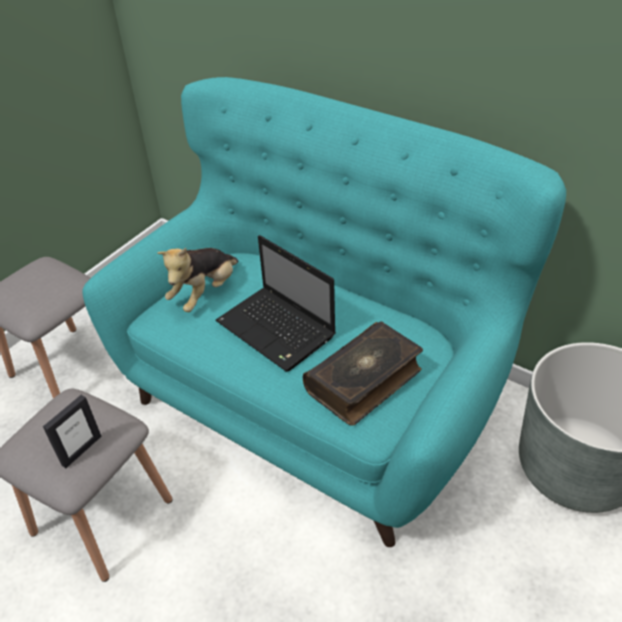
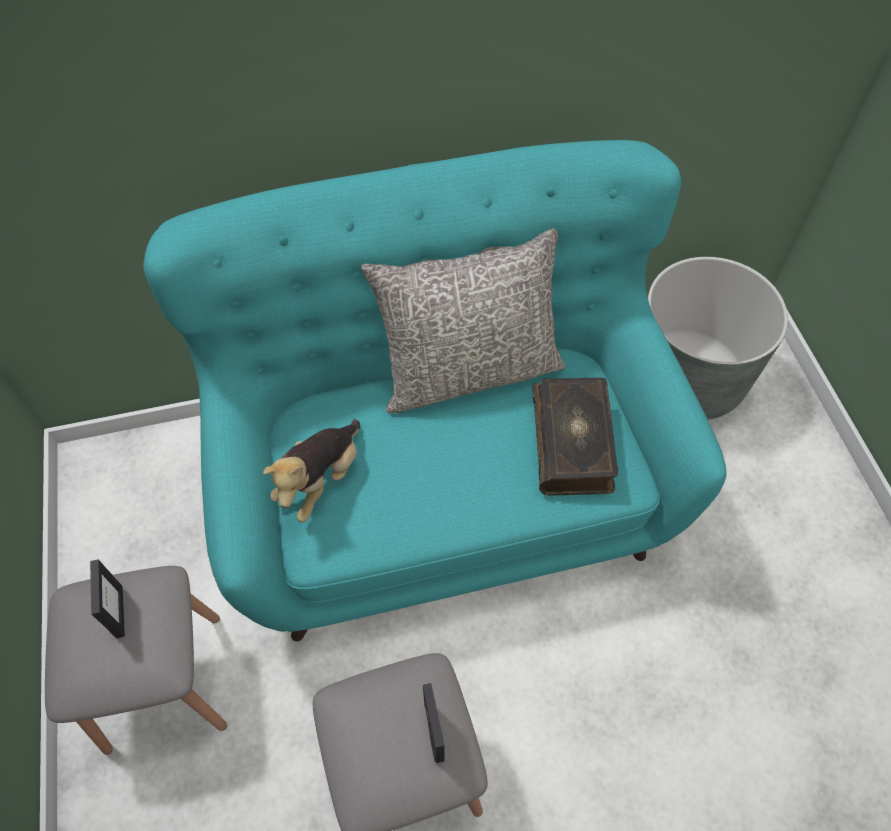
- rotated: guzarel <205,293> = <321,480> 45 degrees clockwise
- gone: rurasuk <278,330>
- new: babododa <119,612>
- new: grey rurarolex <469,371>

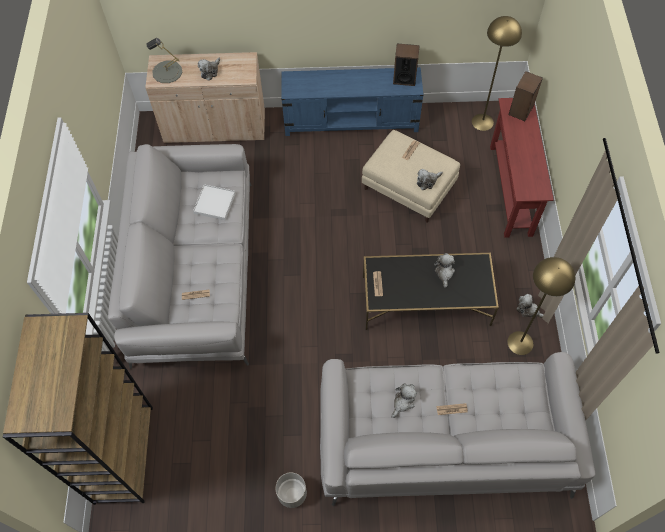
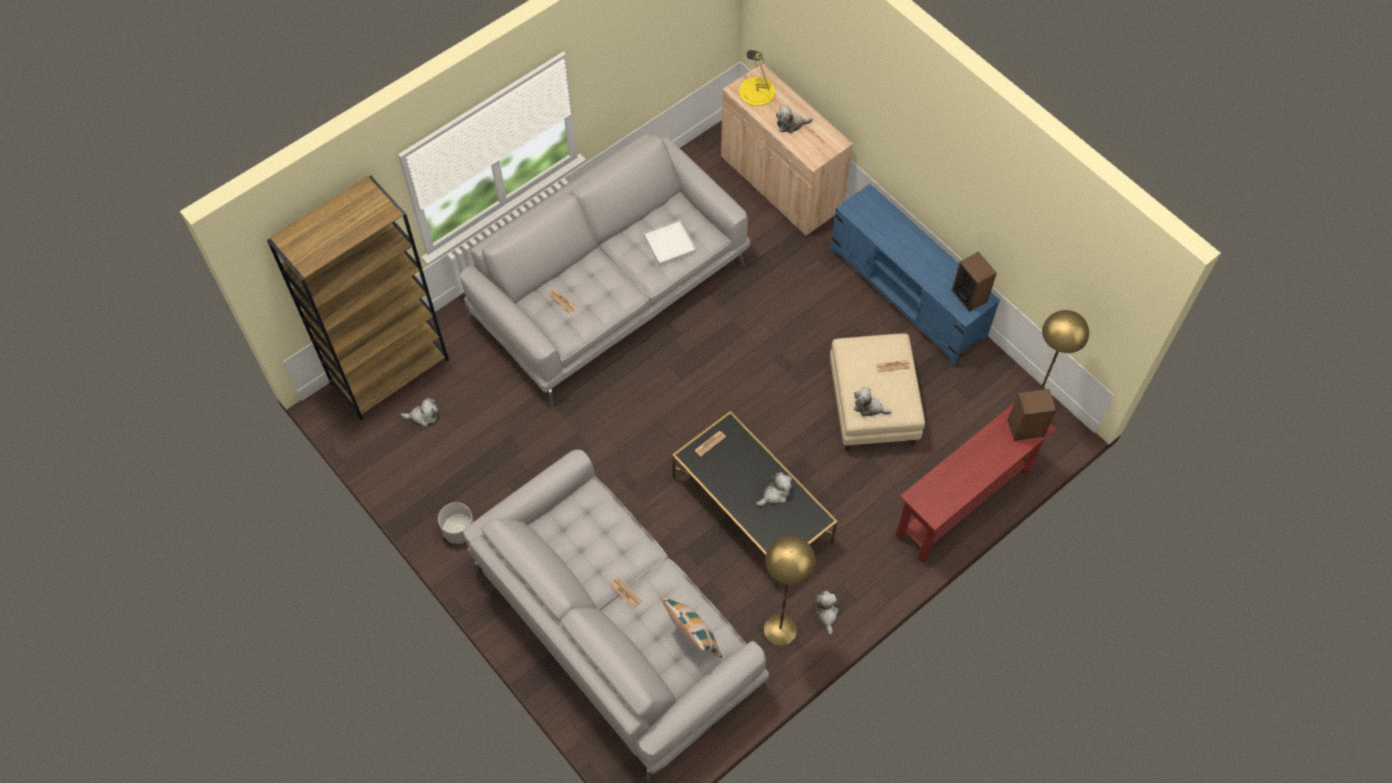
- repainted: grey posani <167,72> to yellow posani <756,92>
- shifted: guzarel <403,402> to <423,416>
- new: rurarolex <692,638>

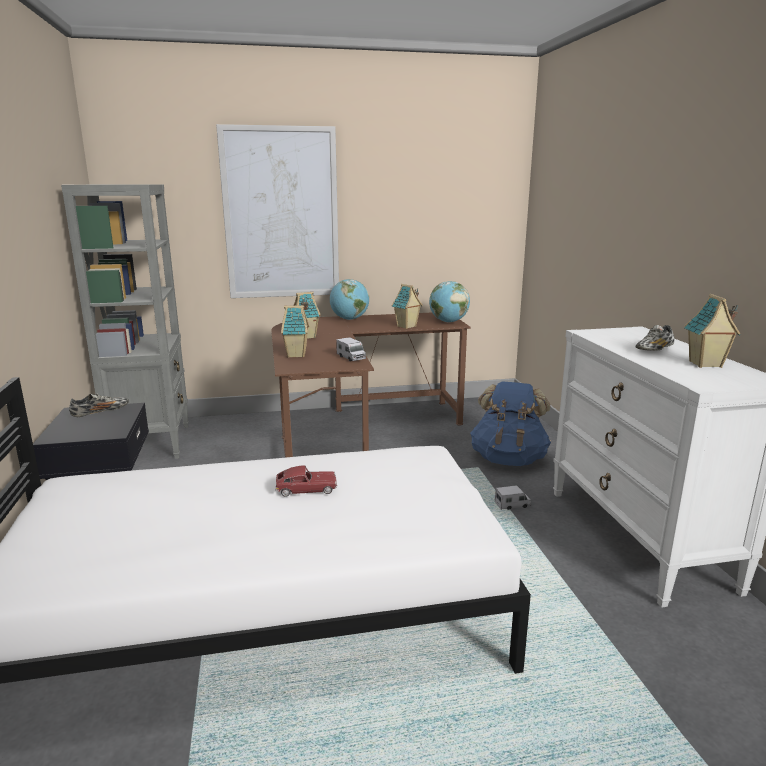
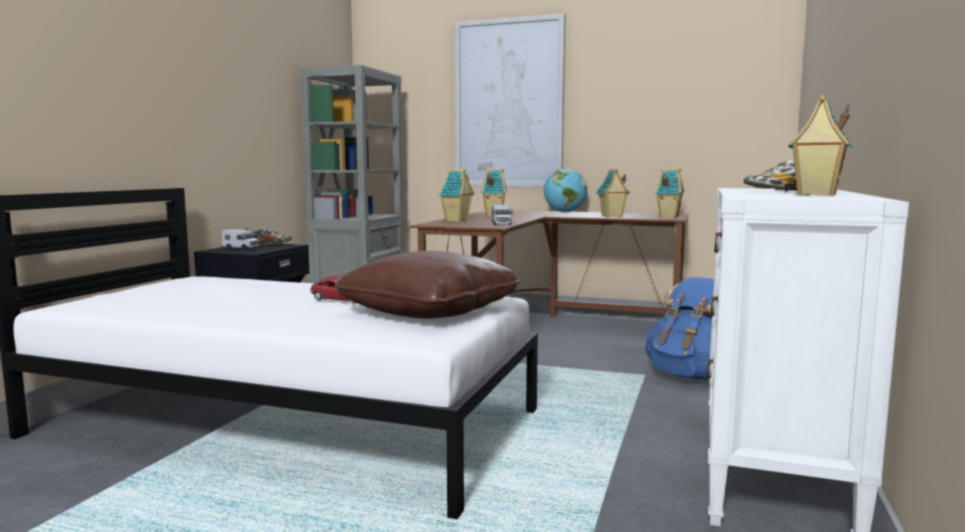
- swapped: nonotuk <448,322> to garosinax <668,217>
- shifted: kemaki <512,505> to <241,248>
- new: brown rurarolex <430,312>

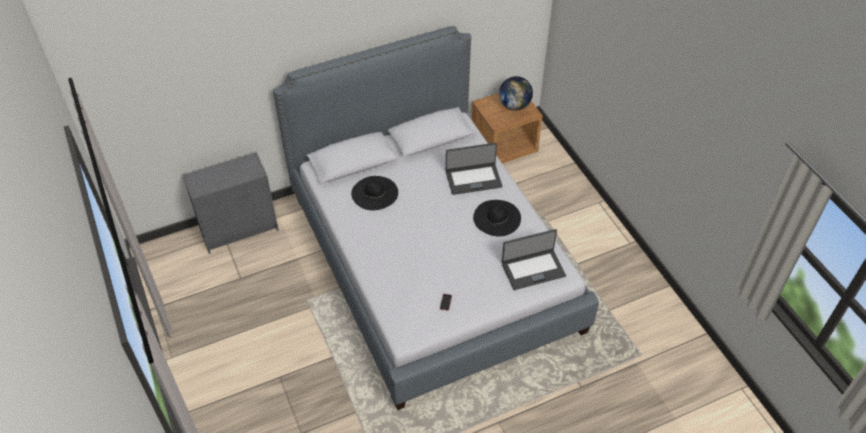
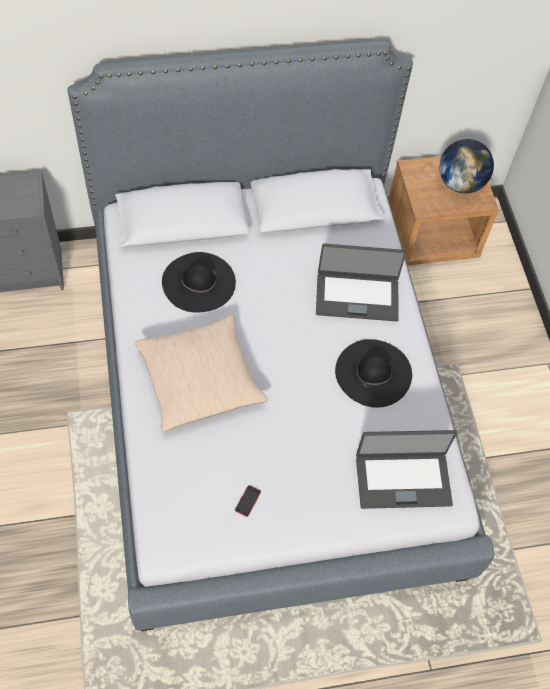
- new: beige rurarolex <200,379>

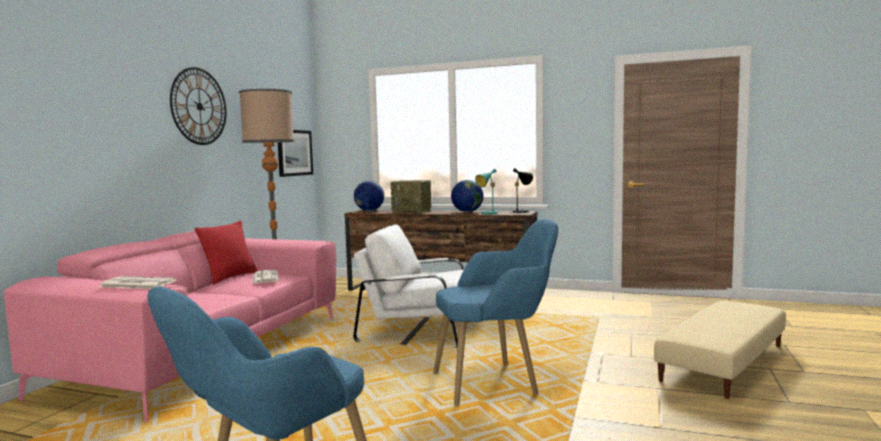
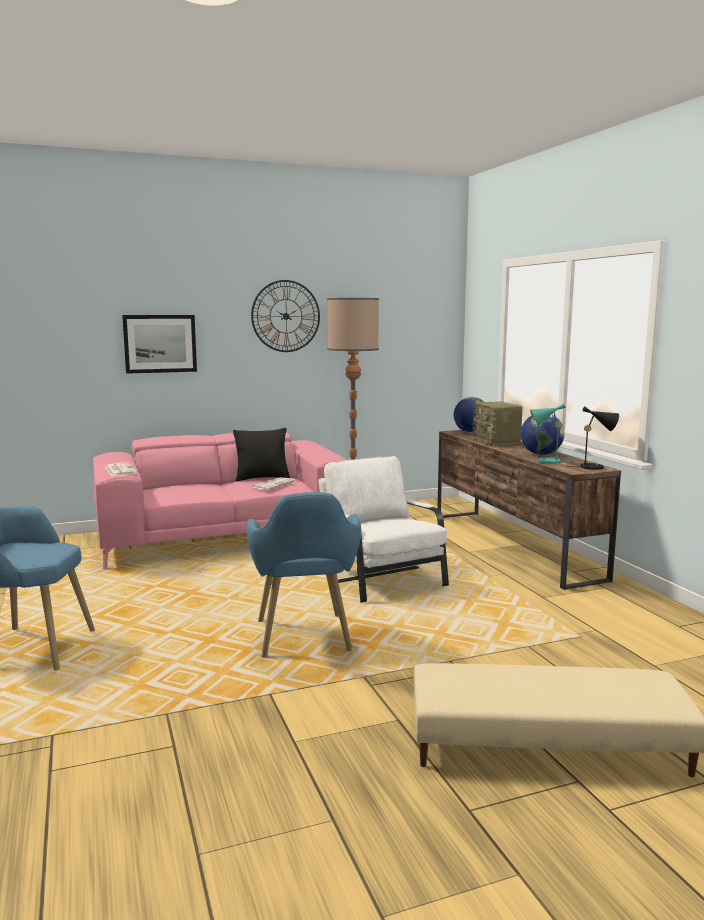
- repainted: red rurarolex <230,277> to black rurarolex <262,478>
- shifted: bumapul <294,153> to <160,343>
- rotated: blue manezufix <497,382> = <304,643> 45 degrees clockwise

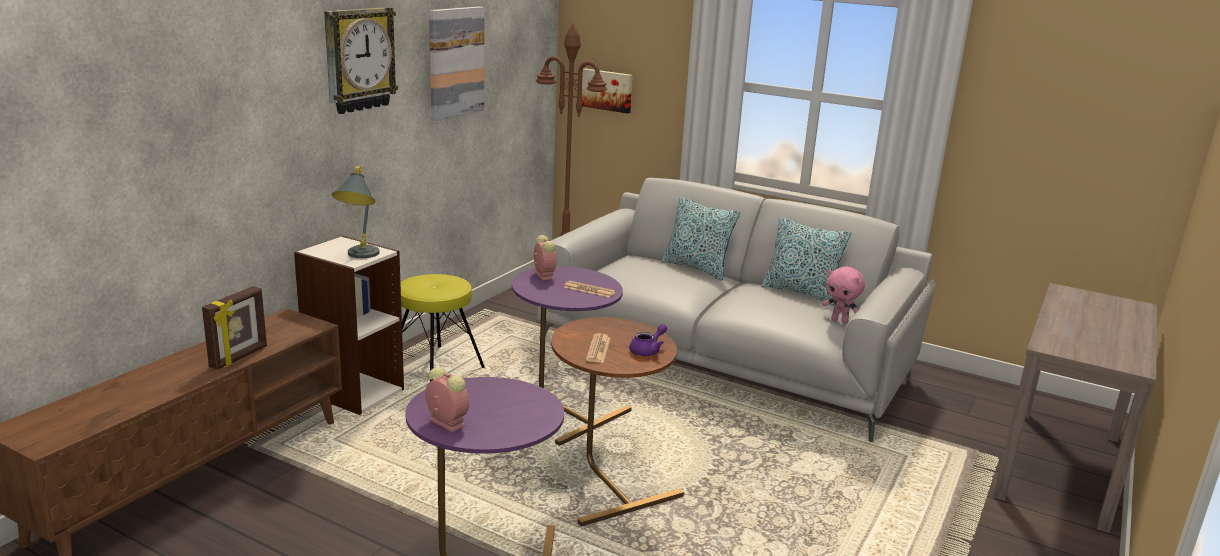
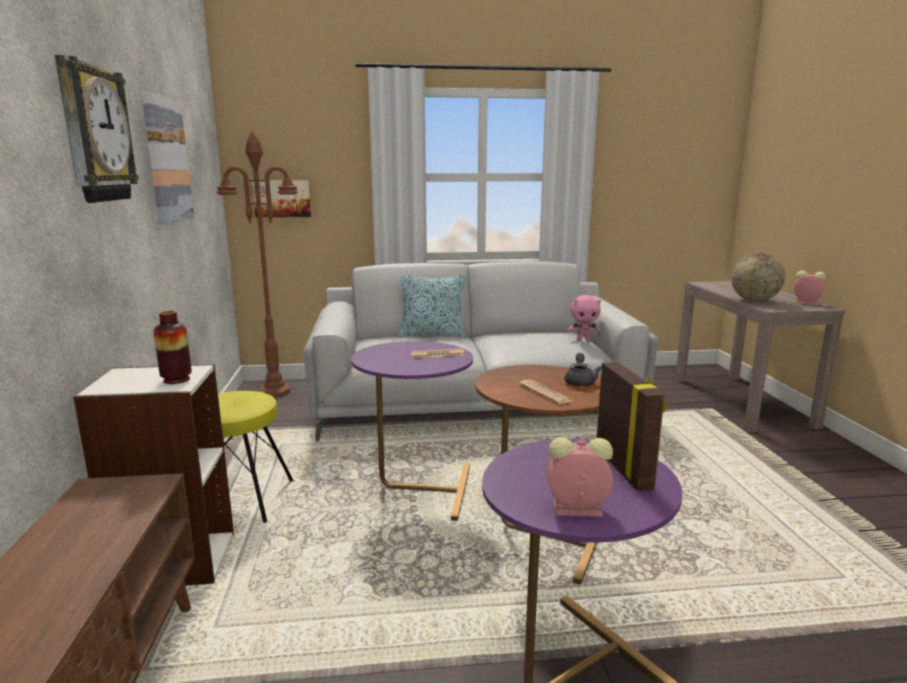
- shifted: babododa <239,357> to <624,468>
- swapped: grey posani <359,257> to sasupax <176,380>
- shifted: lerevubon <543,275> to <805,303>
- repainted: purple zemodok <648,351> to grey zemodok <580,381>
- gone: rurarolex <801,292>
- new: nonotuk <754,300>

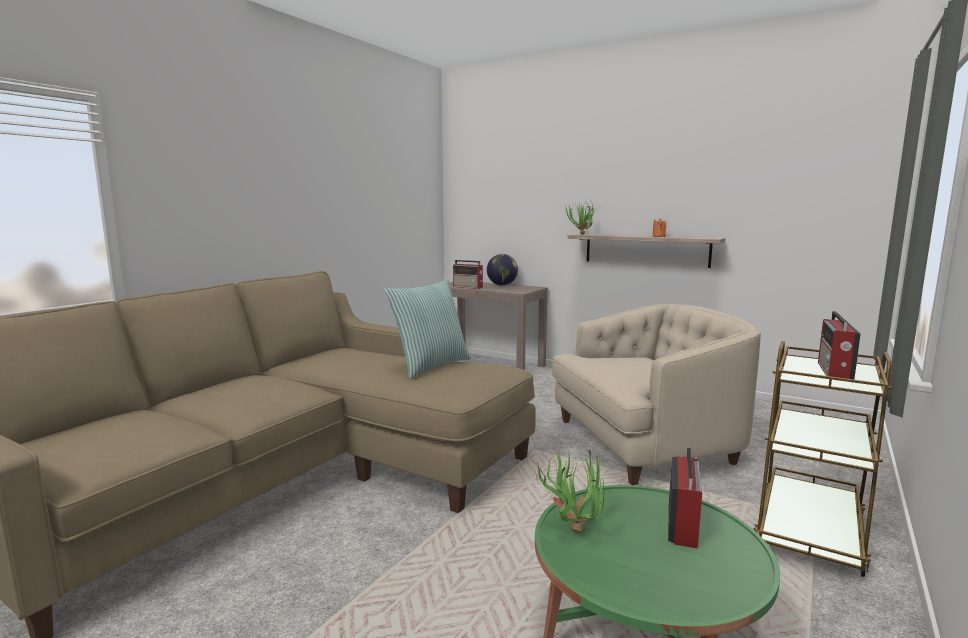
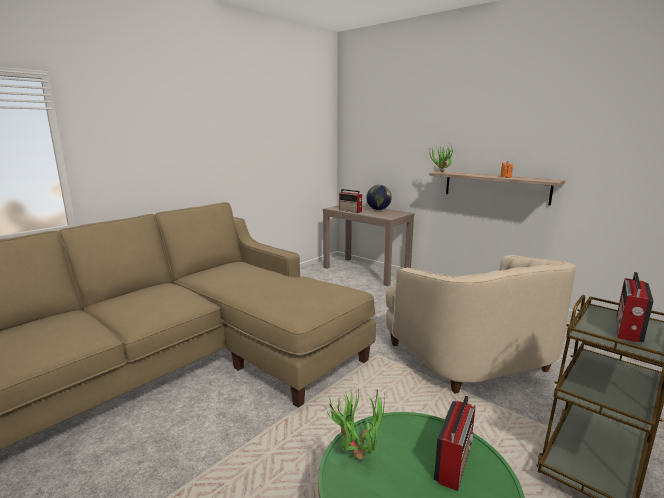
- gone: rurarolex <430,366>
- rotated: beige manezufix <644,443> = <469,355> 75 degrees clockwise

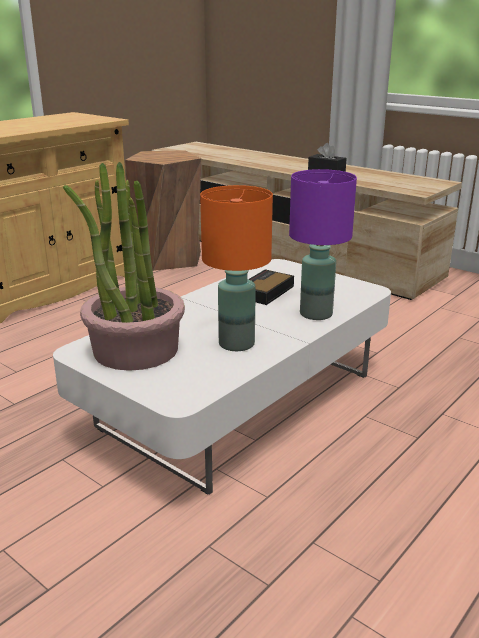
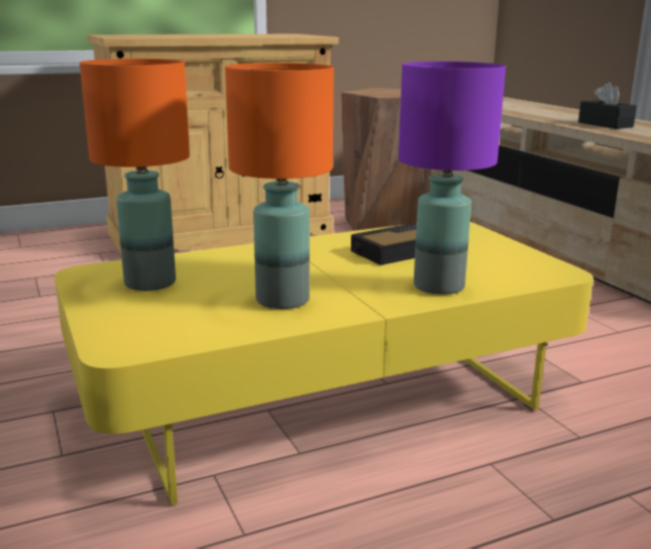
- repainted: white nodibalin <239,400> to yellow nodibalin <324,397>
- swapped: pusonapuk <135,350> to orange posani <150,283>

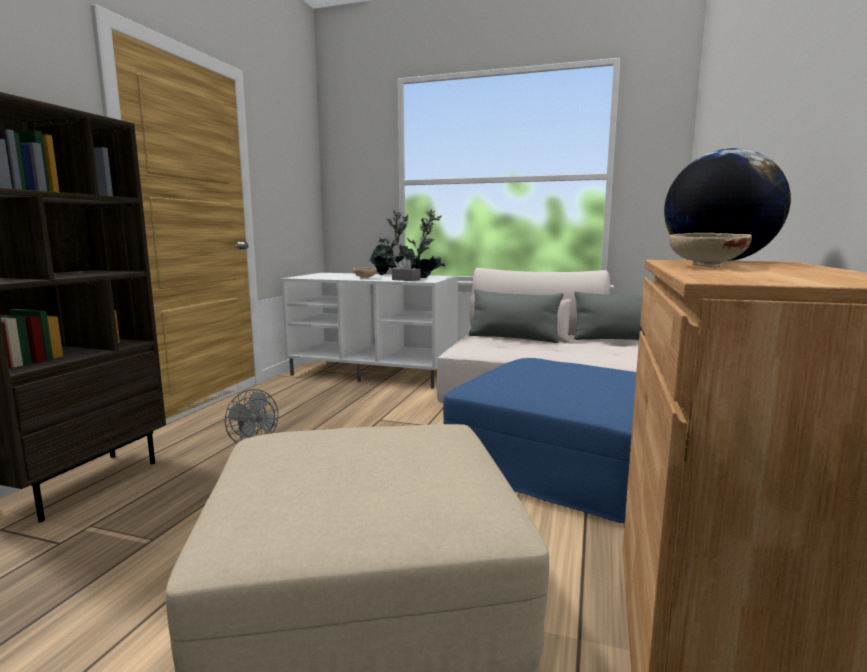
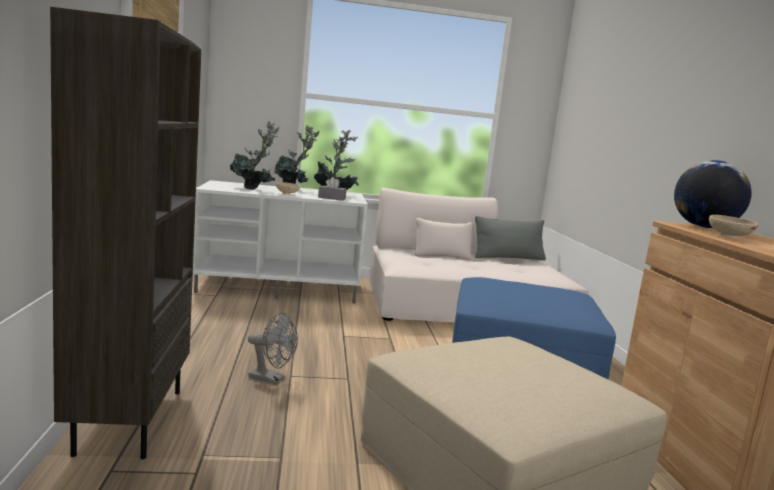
- gone: grey rurarolex <513,338>
- new: pusonapuk <254,189>

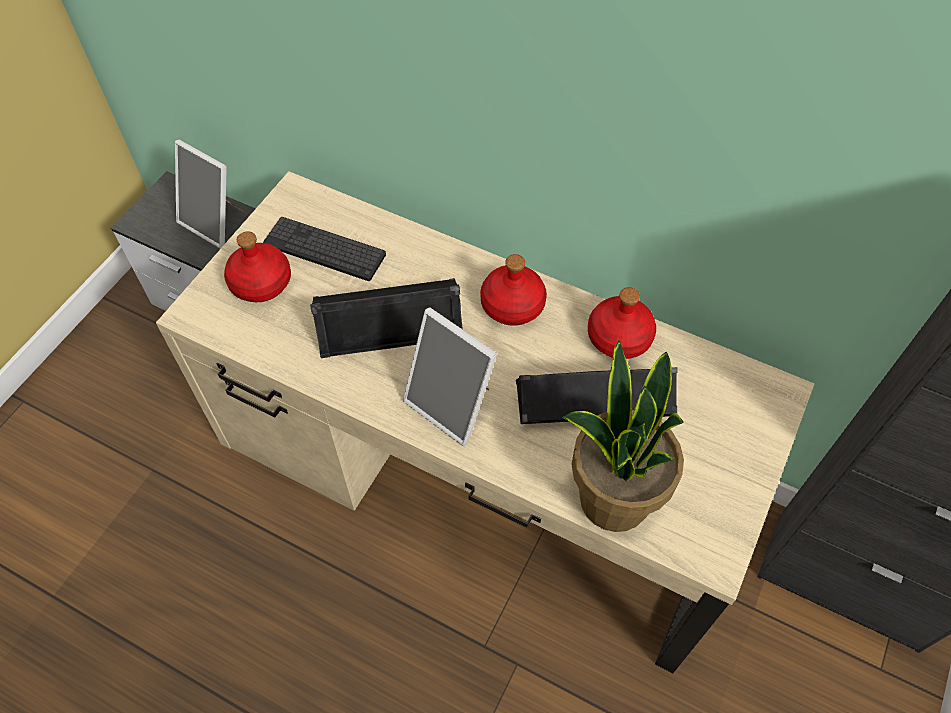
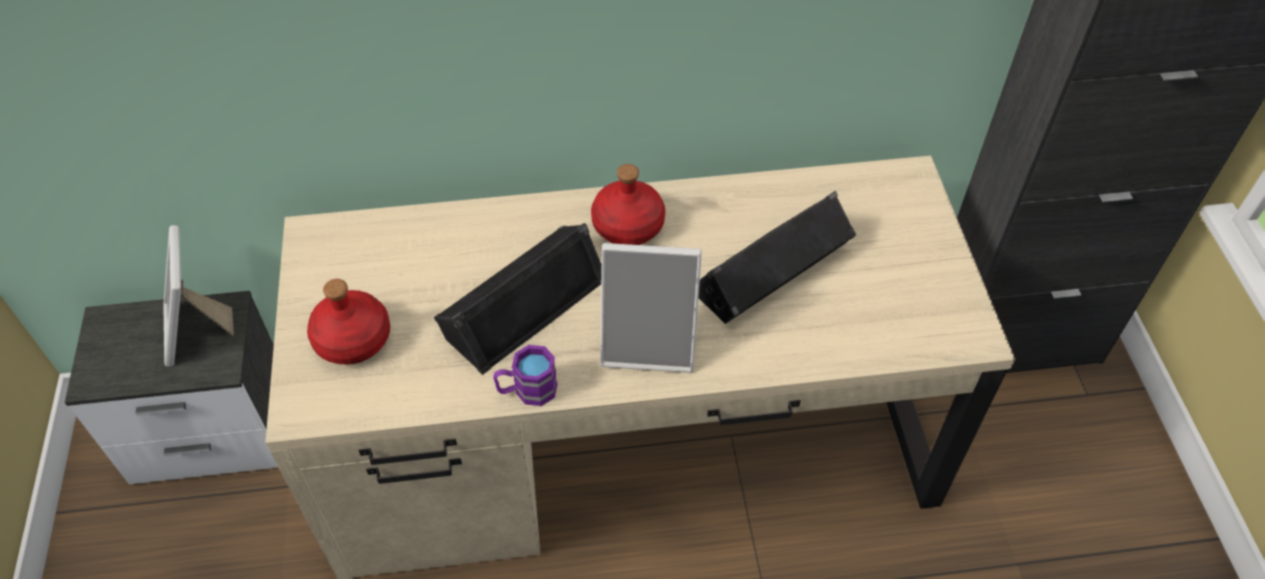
- rotated: babododa <215,222> = <196,330> 75 degrees clockwise
- gone: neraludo <324,249>
- gone: pusonapuk <612,498>
- gone: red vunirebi <619,338>
- new: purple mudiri <527,390>

